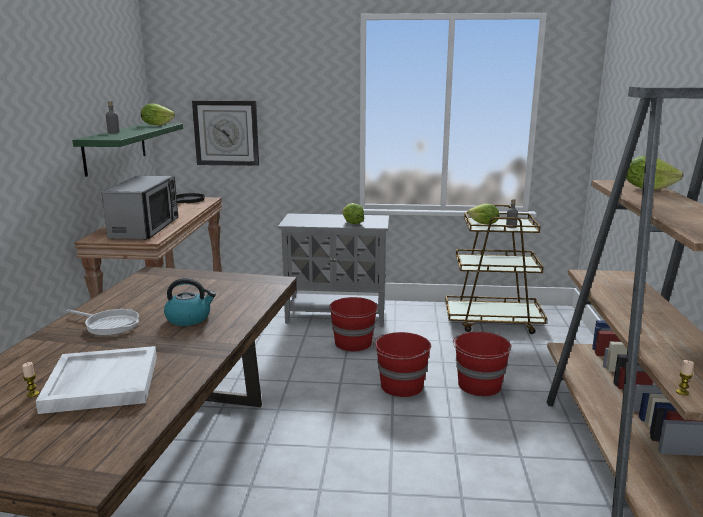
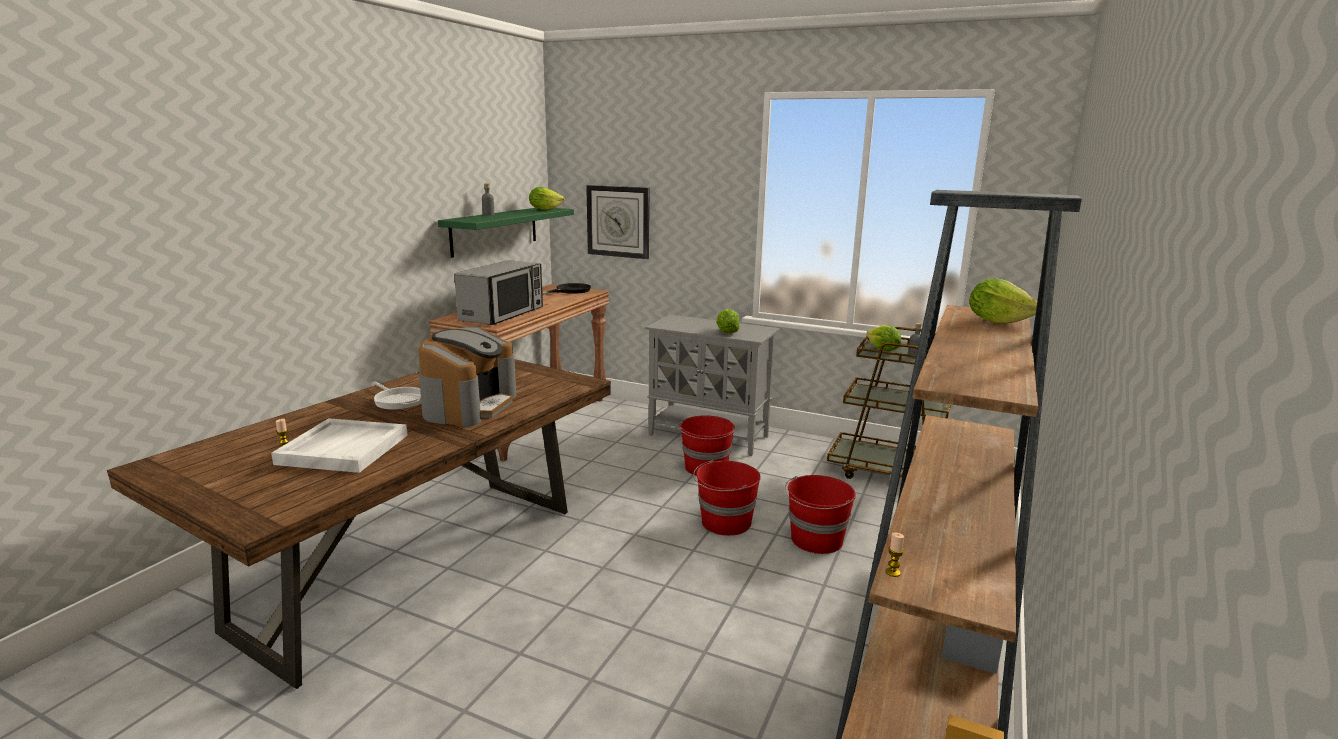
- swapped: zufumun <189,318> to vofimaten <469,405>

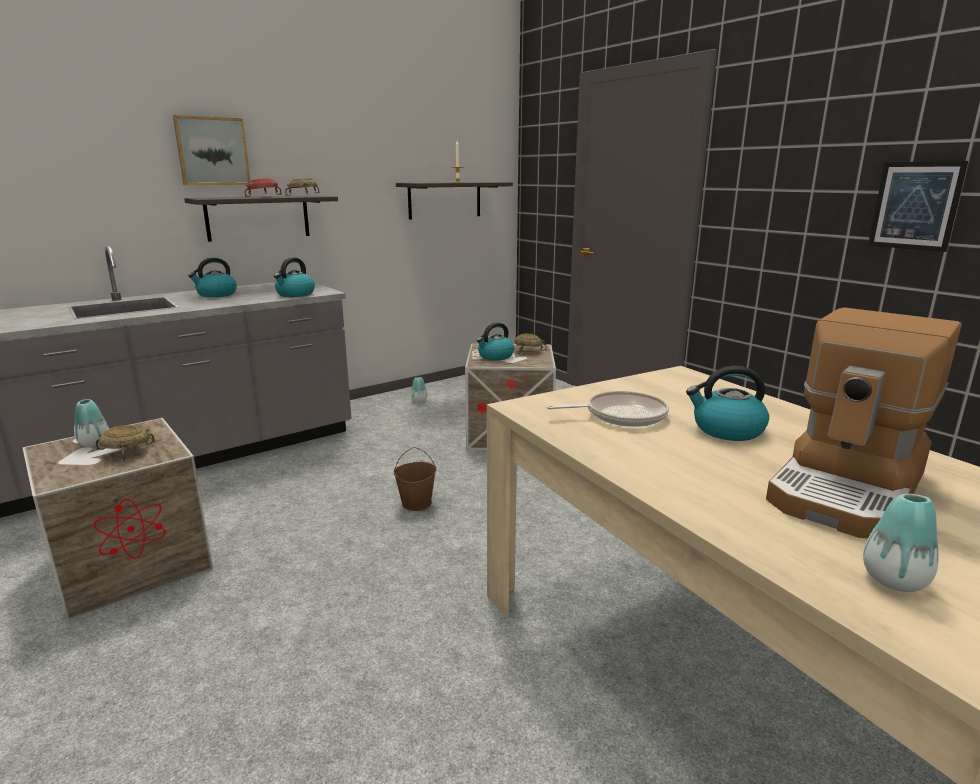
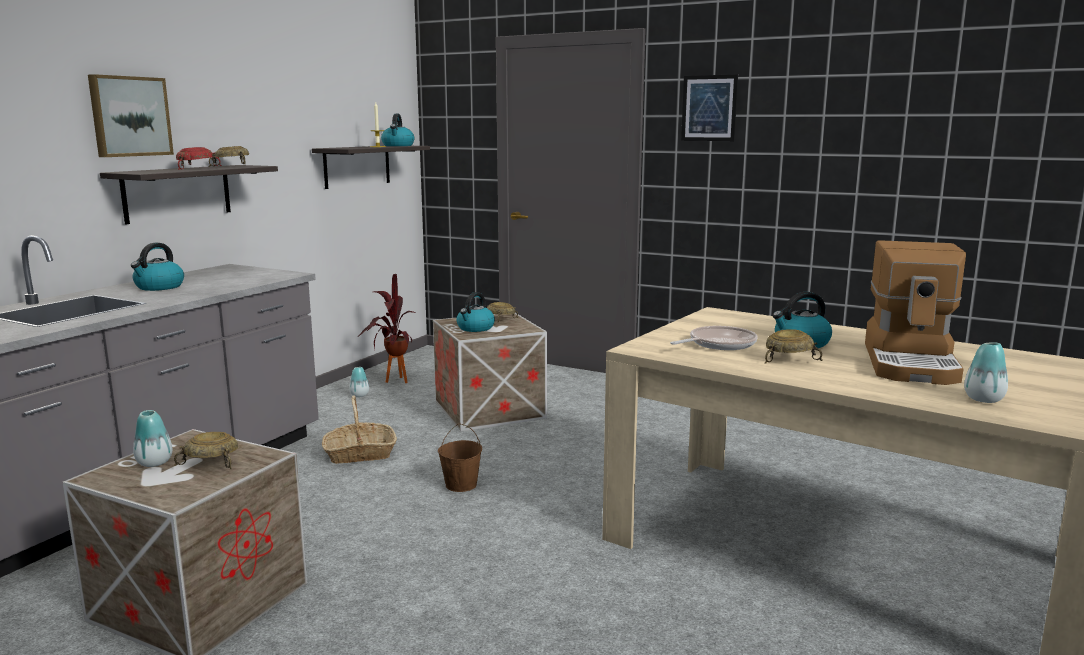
- shifted: zufumun <295,294> to <398,145>
- shifted: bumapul <915,205> to <709,108>
- new: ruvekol <360,454>
- new: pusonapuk <392,382>
- new: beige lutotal <789,359>

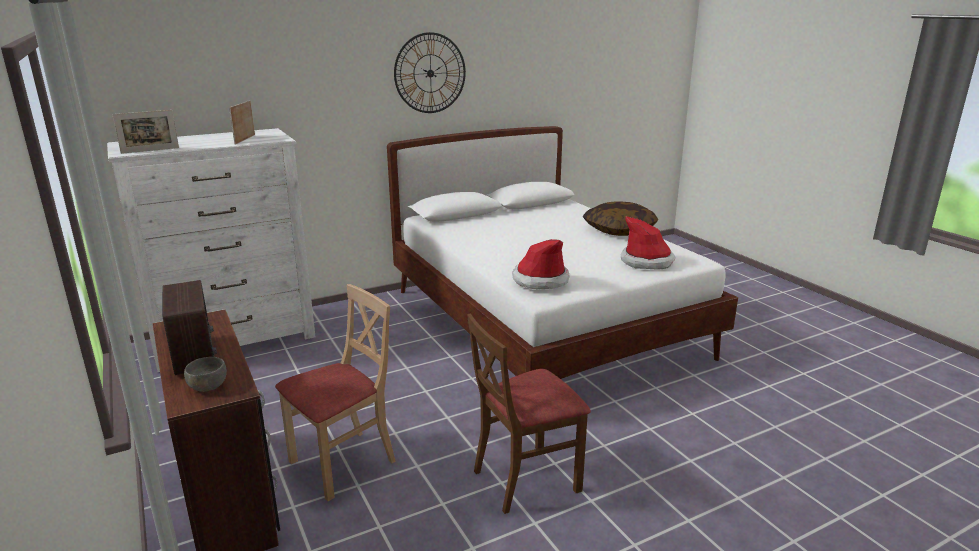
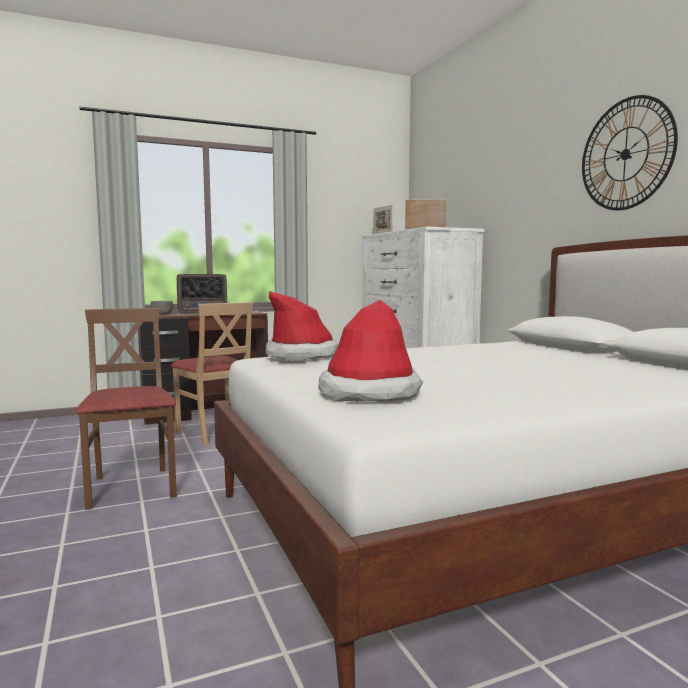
- gone: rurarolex <619,230>

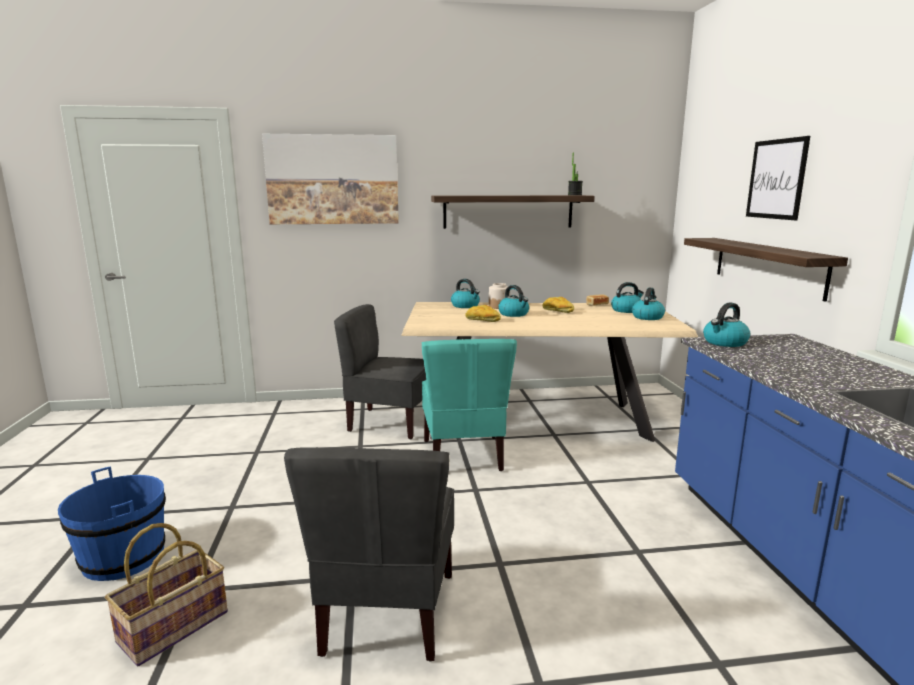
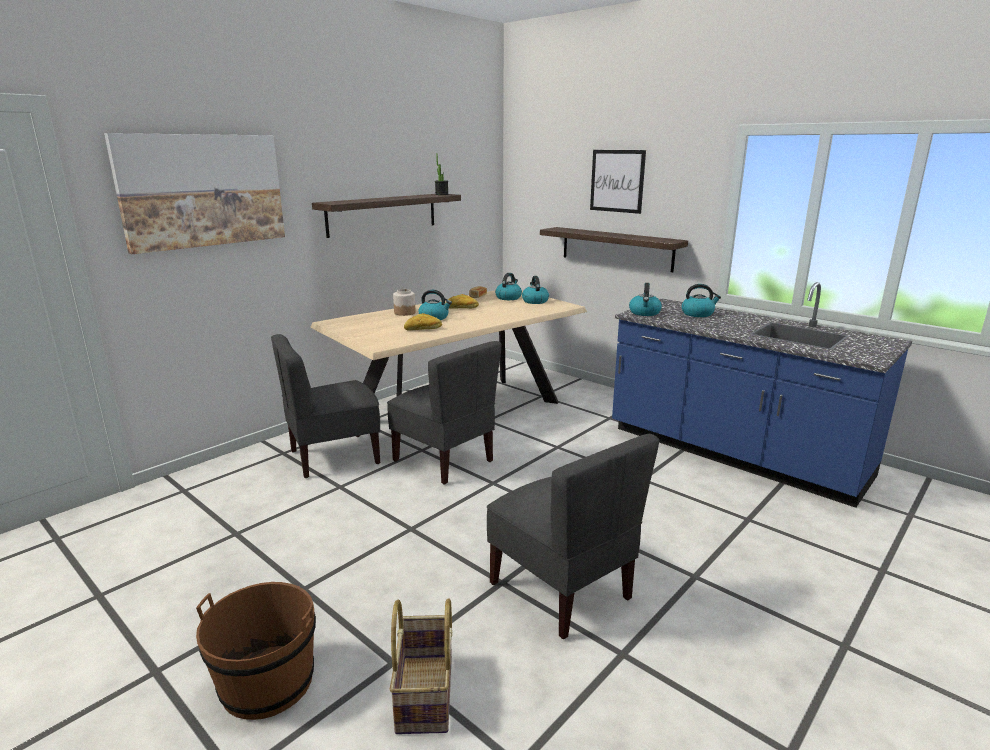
- repainted: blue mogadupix <123,557> to brown mogadupix <267,683>
- repainted: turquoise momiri <464,455> to grey momiri <444,460>
- shifted: zufumun <465,306> to <698,314>

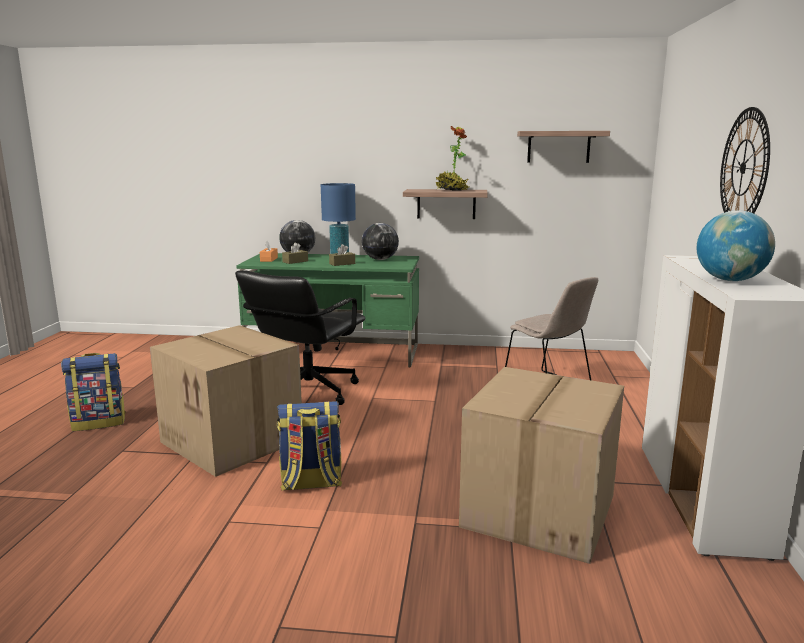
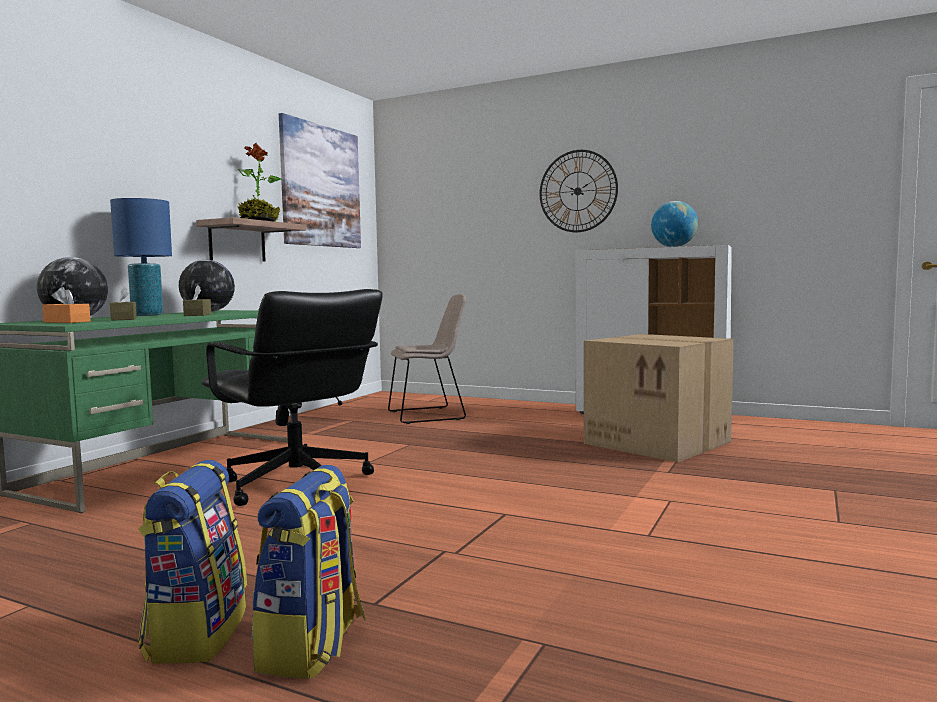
- gone: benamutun <234,441>
- shifted: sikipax <311,483> to <313,646>
- swapped: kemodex <558,147> to bumapul <321,186>

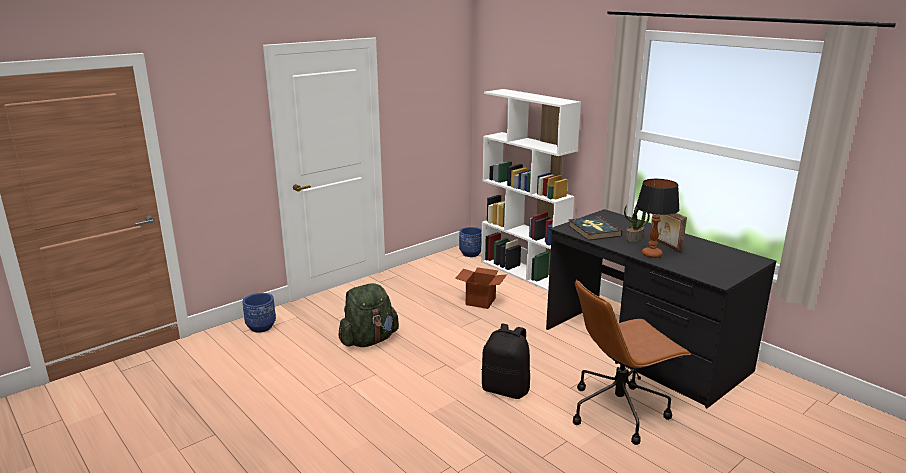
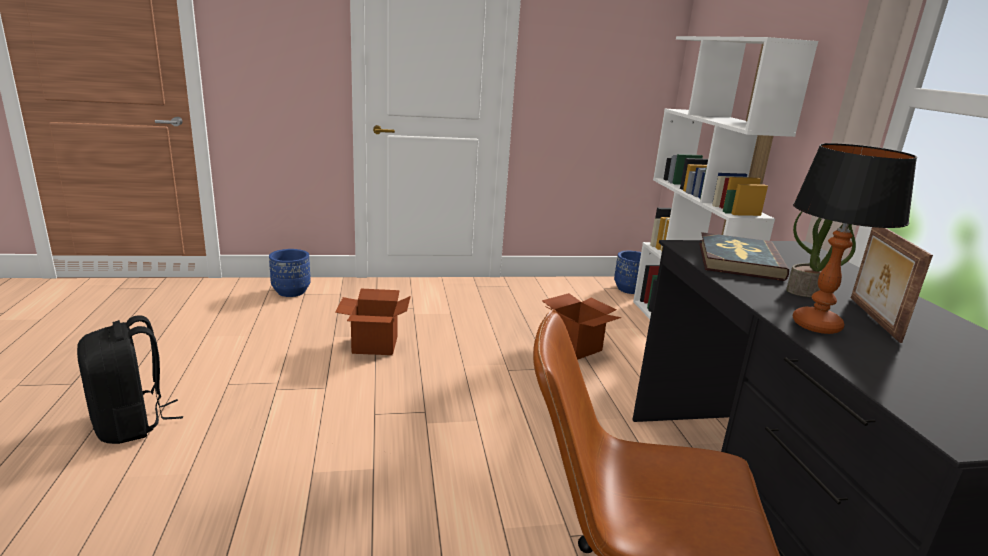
- swapped: green sikipax <369,340> to benamutun <375,345>
- shifted: black sikipax <506,389> to <132,424>

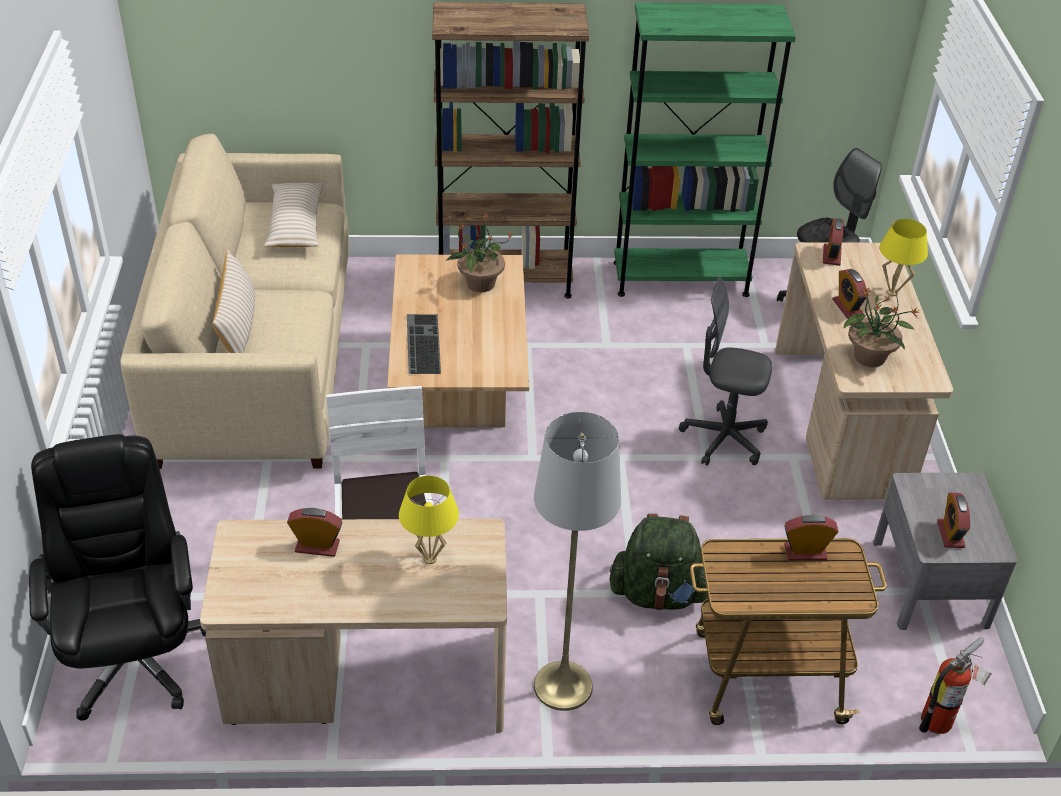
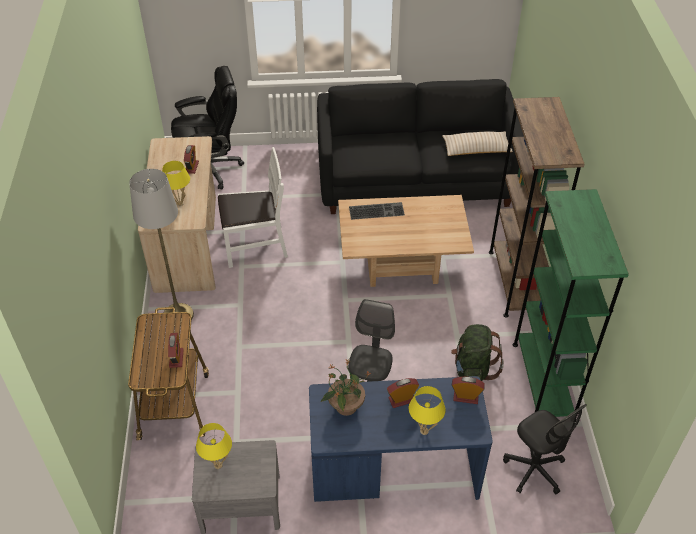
- repainted: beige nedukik <256,359> to black nedukik <415,180>
- gone: beige rurarolex <238,327>
- gone: pusonapuk <479,283>
- shifted: green sikipax <658,594> to <473,370>
- repainted: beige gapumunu <843,422> to blue gapumunu <394,471>
- gone: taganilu <942,721>
- swapped: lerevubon <950,534> to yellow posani <218,465>

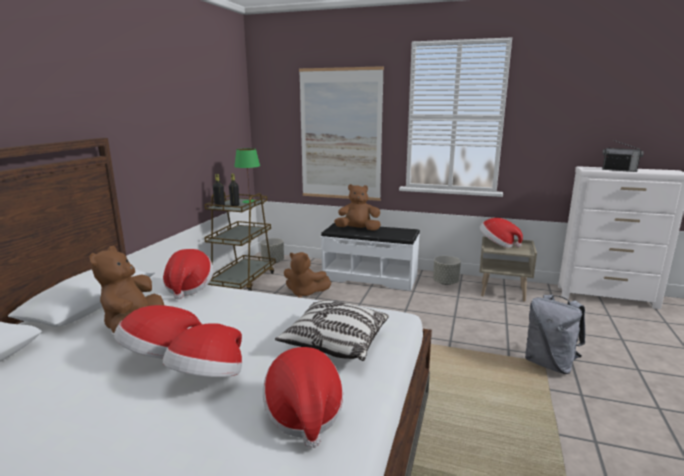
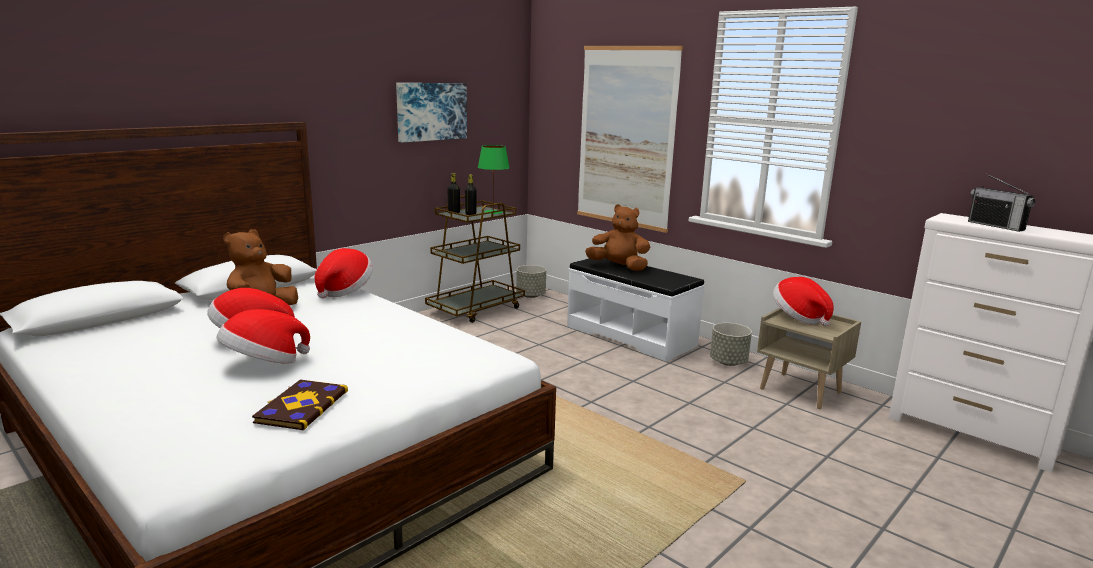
- swapped: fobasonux <304,413> to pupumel <301,407>
- gone: rurarolex <335,343>
- gone: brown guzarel <305,293>
- gone: grey sikipax <550,364>
- new: bumapul <431,111>

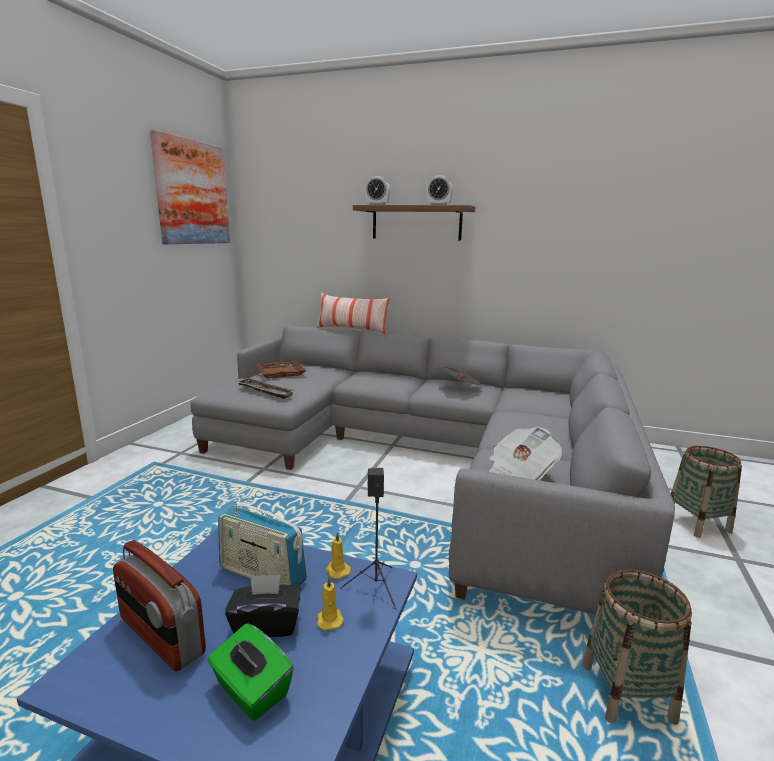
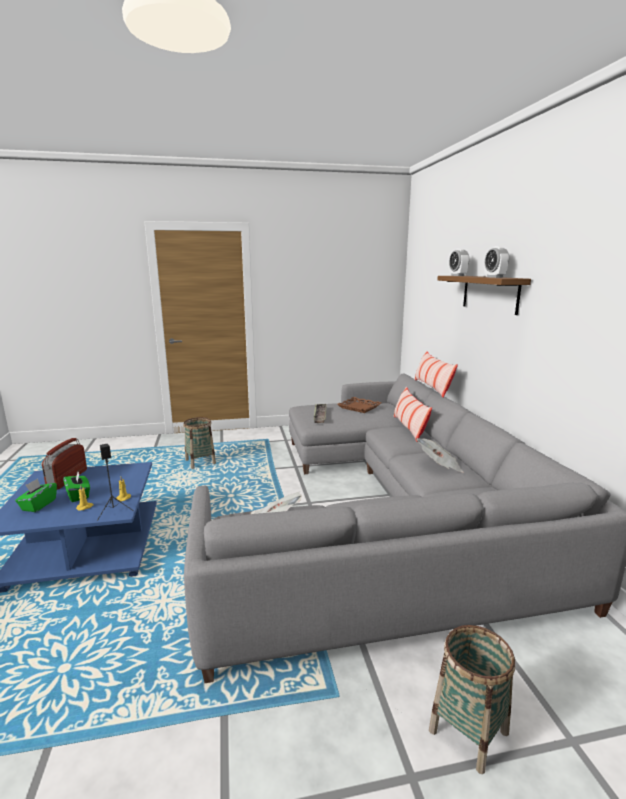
- gone: bumapul <192,193>
- gone: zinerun <262,575>
- repainted: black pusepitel <266,624> to green pusepitel <78,495>
- shifted: ruvekol <627,693> to <200,462>
- new: rurarolex <409,428>

